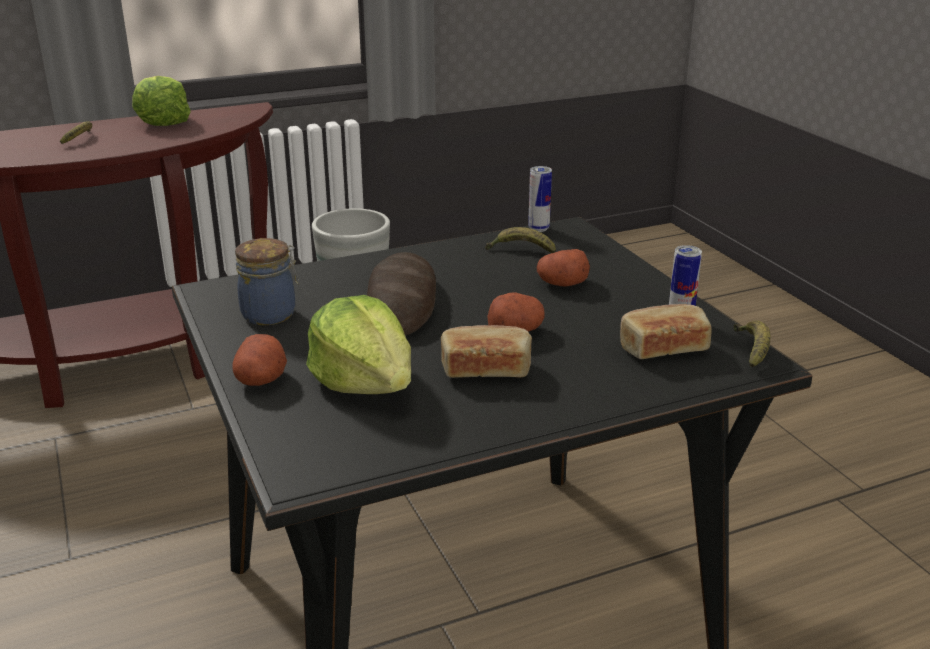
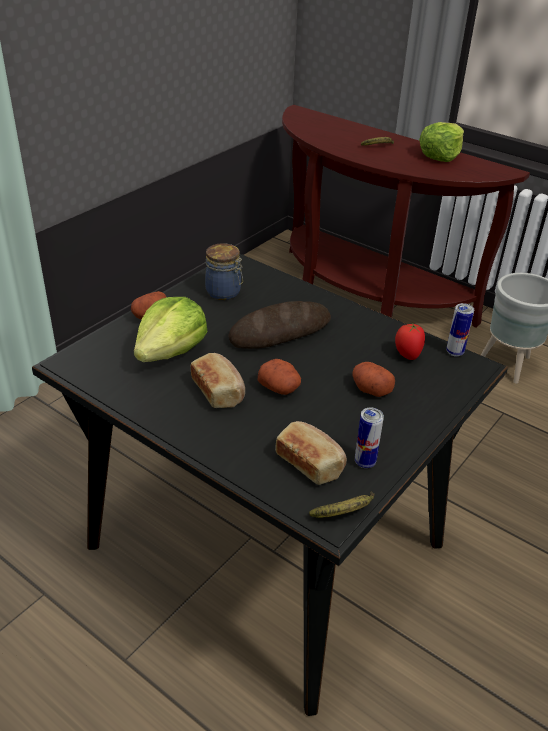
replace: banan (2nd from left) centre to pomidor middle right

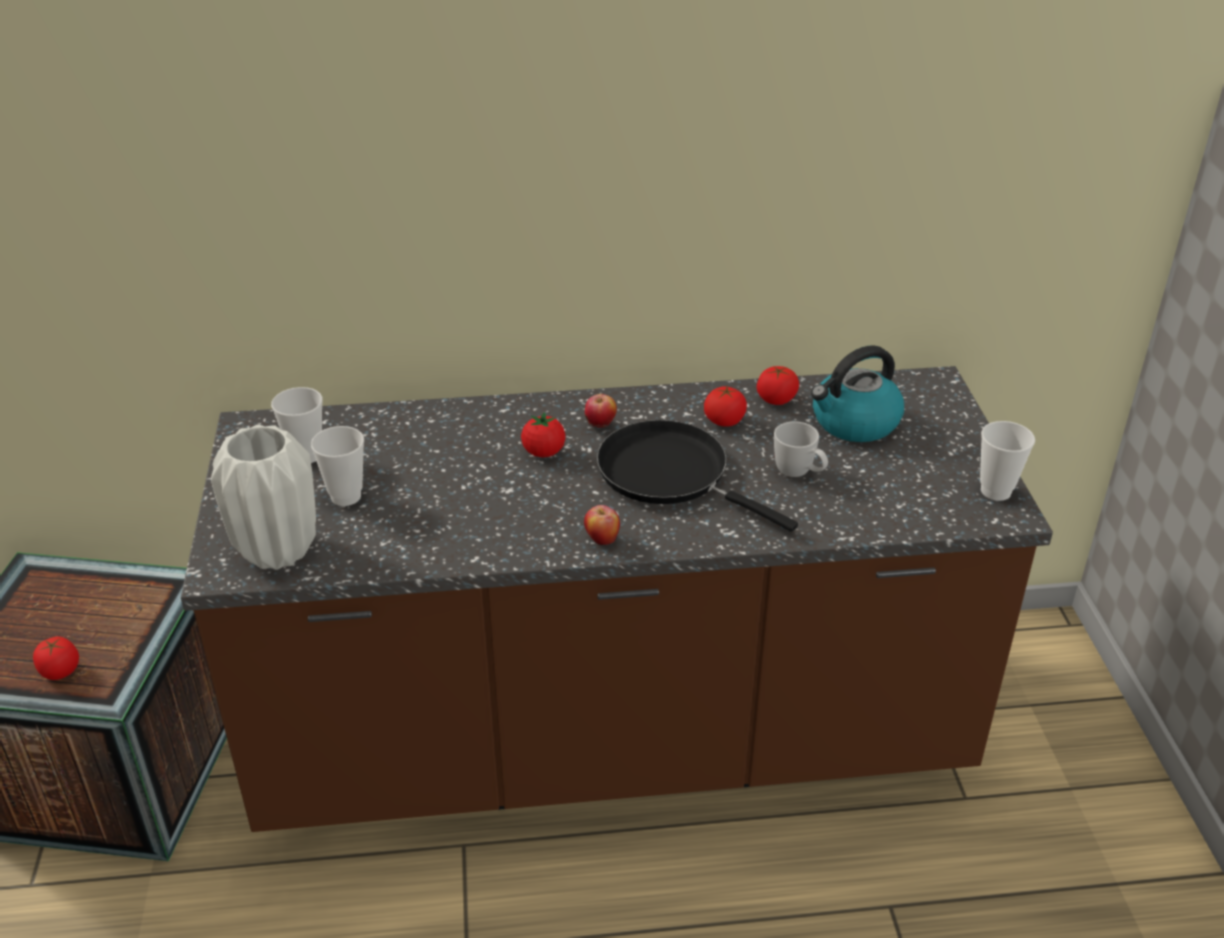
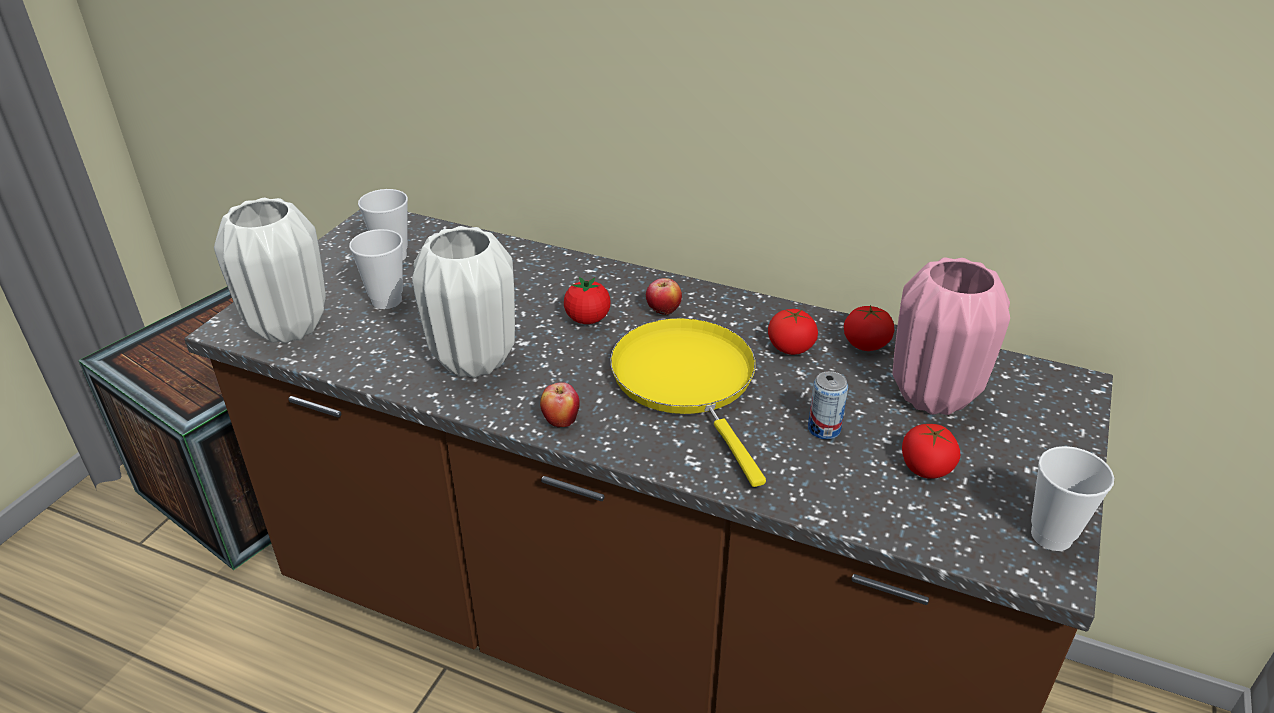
insert: wazon [biały] (2nd from left) centre
move: pomidor (1st from left in the first image) bottom left to pomidor (4th from left) middle right
replace: kubek [biały] centre to puszka centre; czajnik middle right to wazon [różowy] middle right
recolor: patelnia [czarny] centre to patelnia [żółty] centre

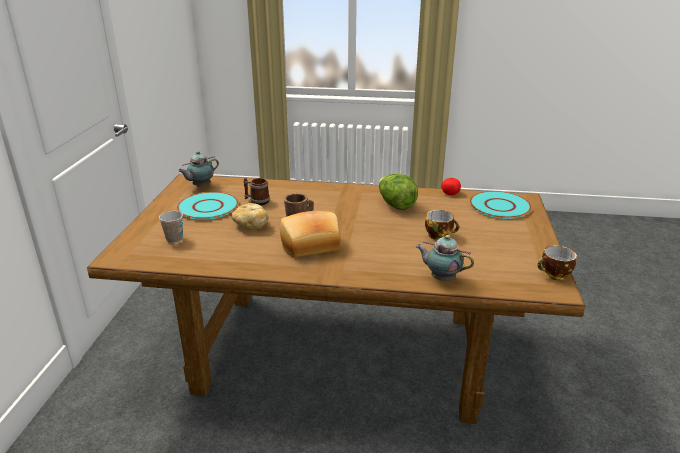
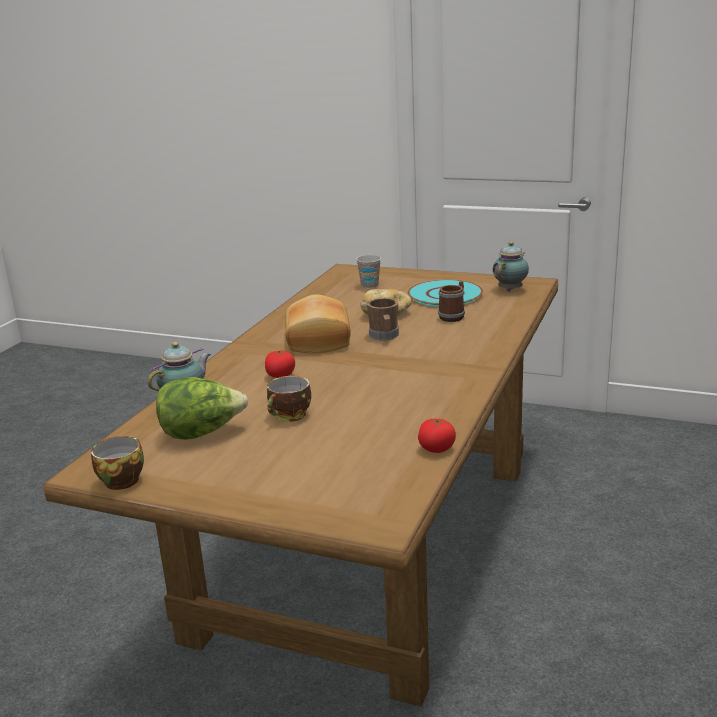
delete: talerz [turkusowy] (2nd from left) middle right
insert: pomidor (1st from left) centre
move: sałata centre to middle left
rotate: imbryk (1st from left in the first image) middle left = middle right 60 degrees clockwise

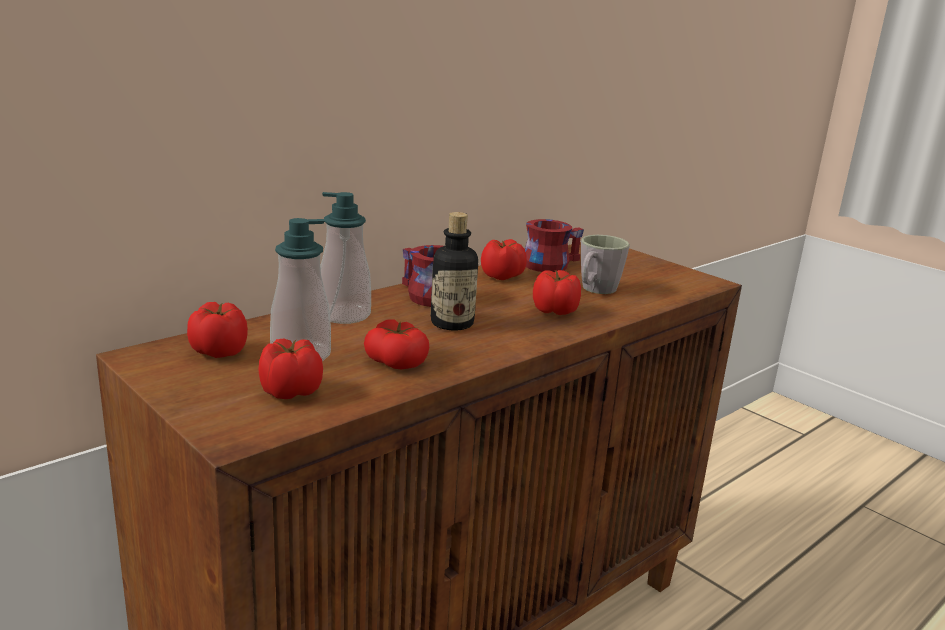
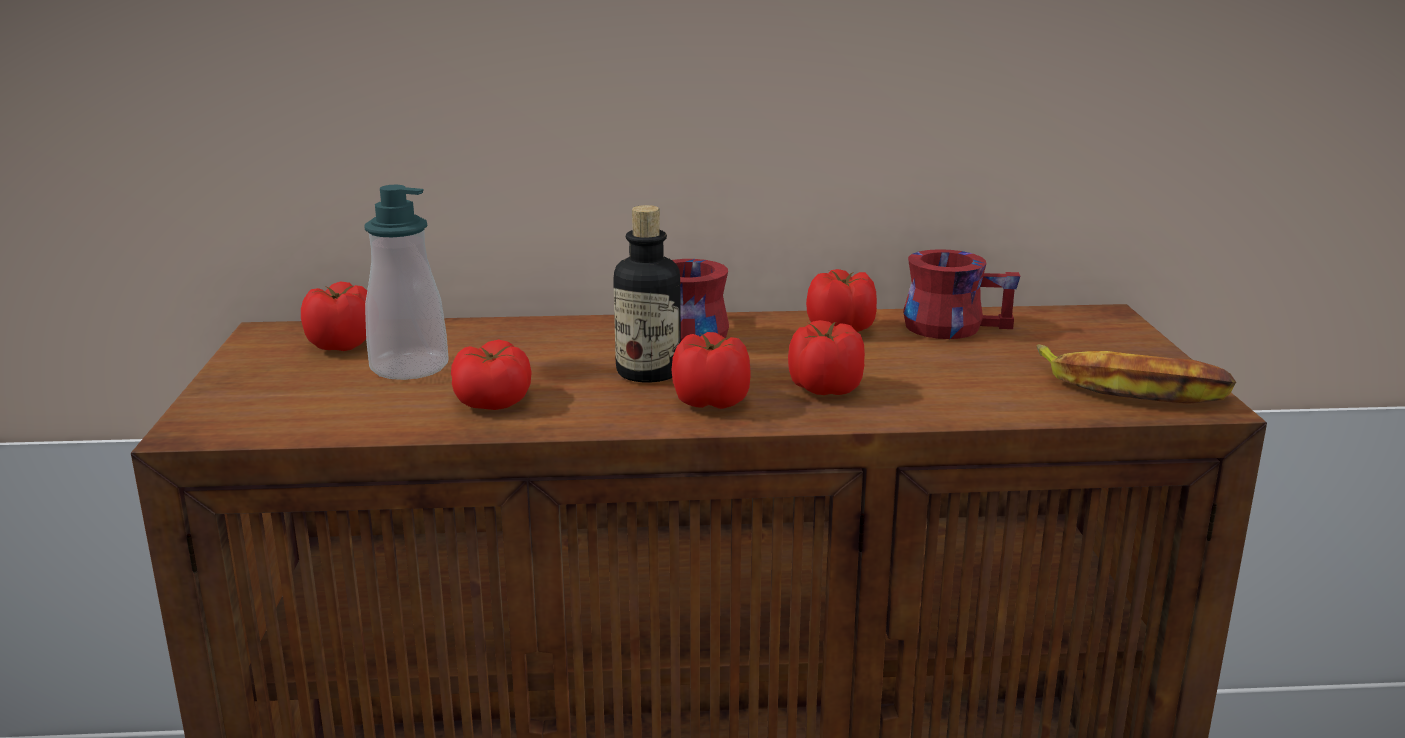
delete: dozownik mydła (2nd from left) centre; kubek [szary] centre
insert: banan middle right
move: pomidor (2nd from left in the first image) middle left to pomidor (3rd from left) centre

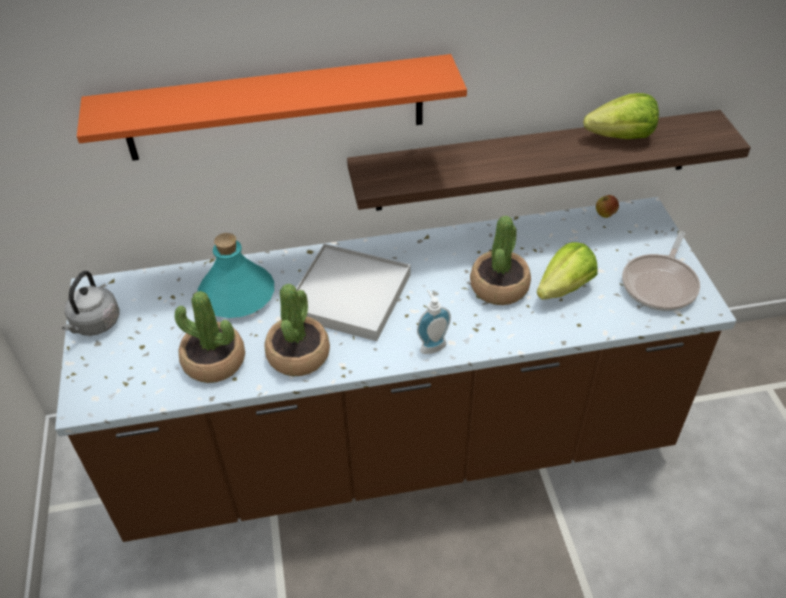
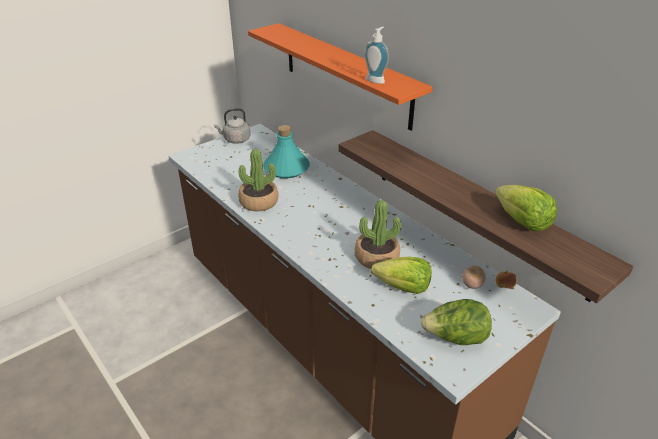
delete: roślina doniczkowa (1st from left) middle left; taca [biały] centre
insert: pomidor middle right
move: dozownik mydła centre to top centre
replace: patelnia middle right to sałata (2nd from left) bottom right

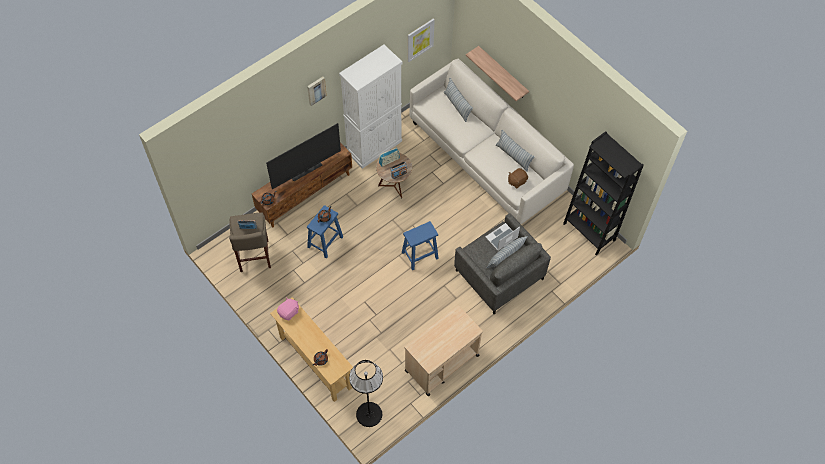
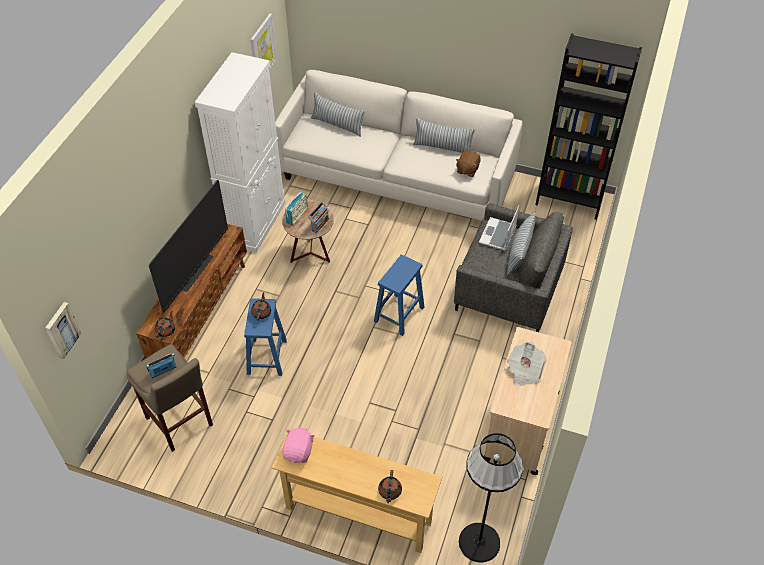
delete: półka top centre
insert: gazeta middle right
move: obraz (1st from left) top centre to middle left

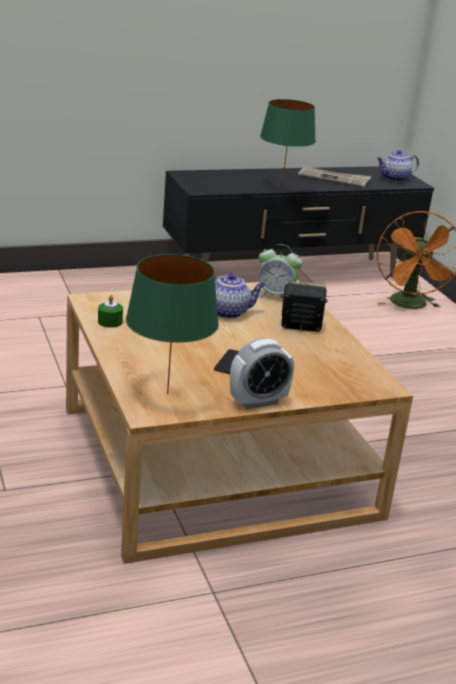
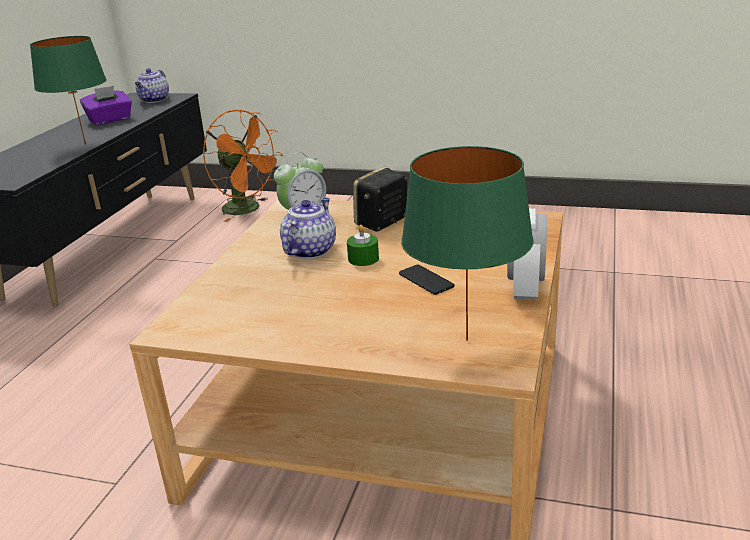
move: świeca [zielony] middle left to centre
replace: gazeta top right to pudełko chusteczek [fioletowy] top left

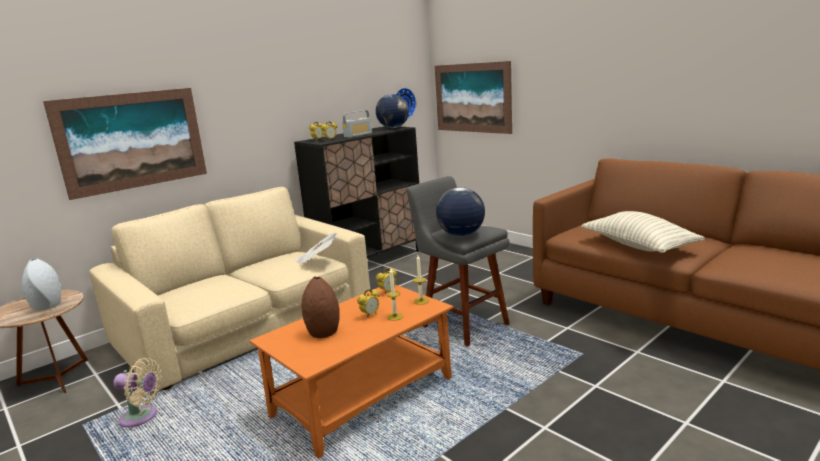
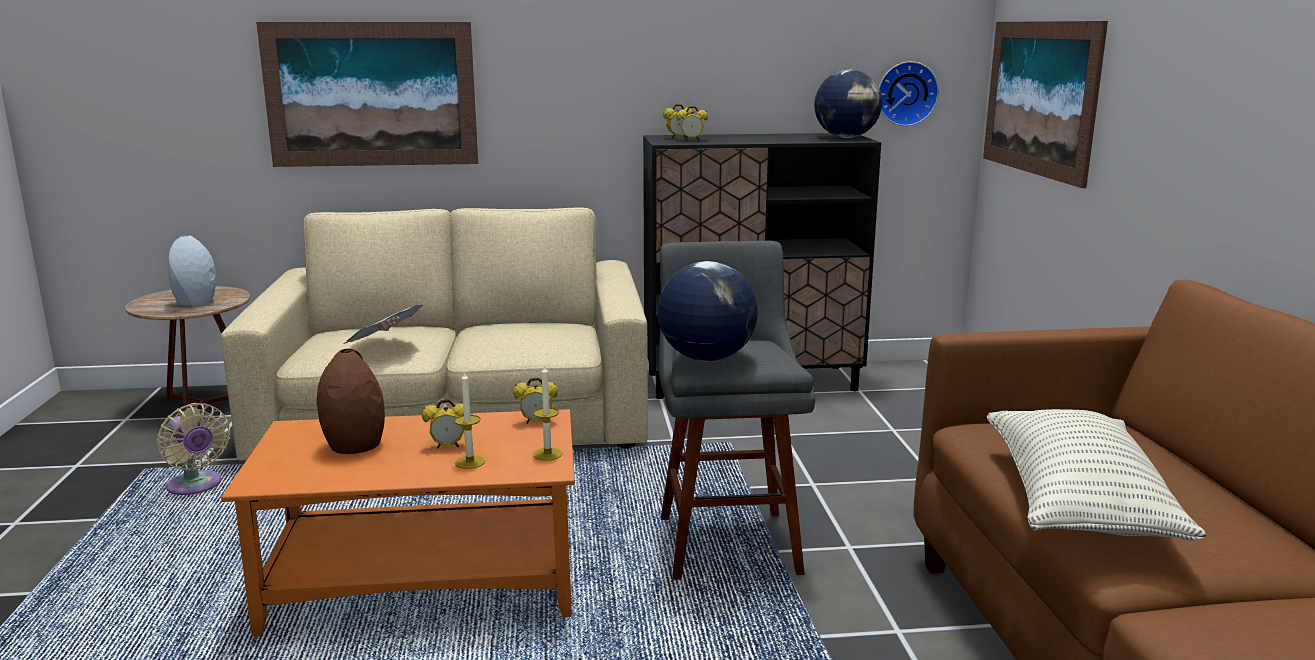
delete: radio top centre
move: gazeta centre to middle left

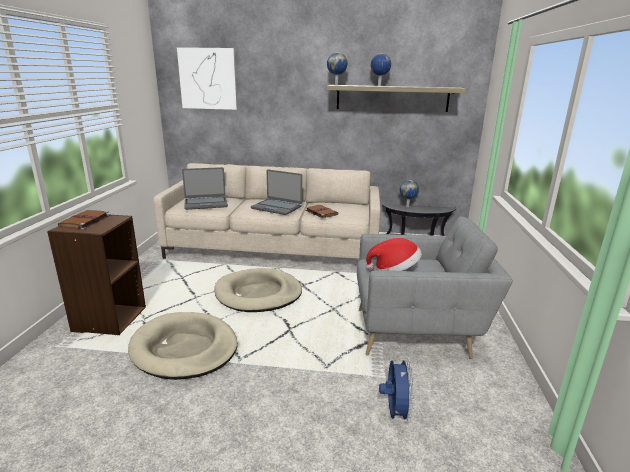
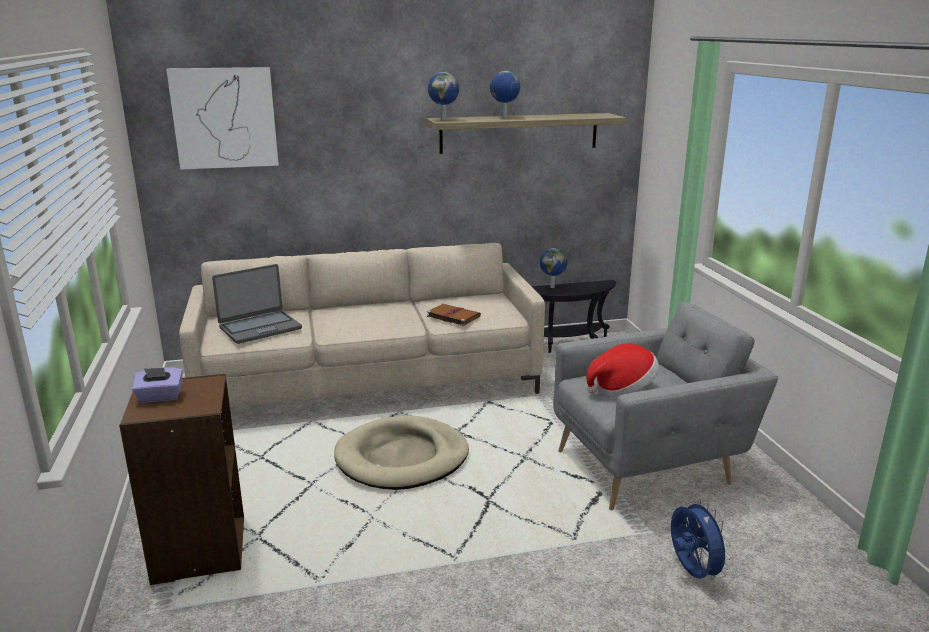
delete: legowisko [beżowy] (1st from left) bottom left; laptop (2nd from left) centre
replace: książka [brązowy] (1st from left) middle left to pudełko chusteczek [fioletowy] middle left

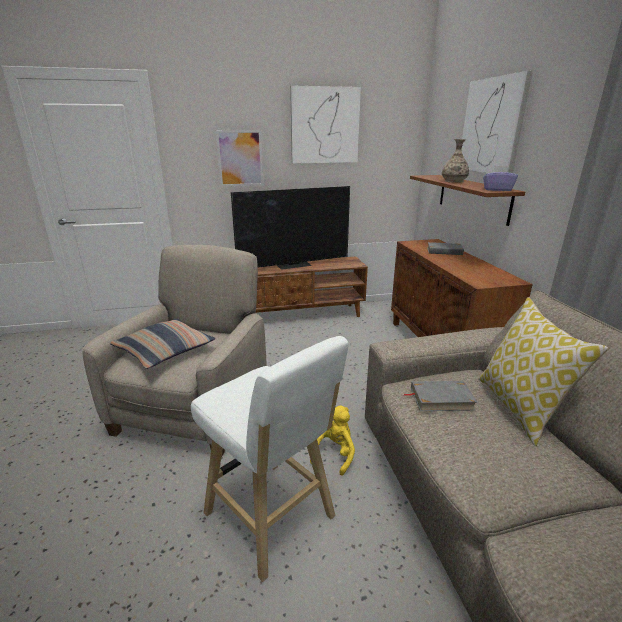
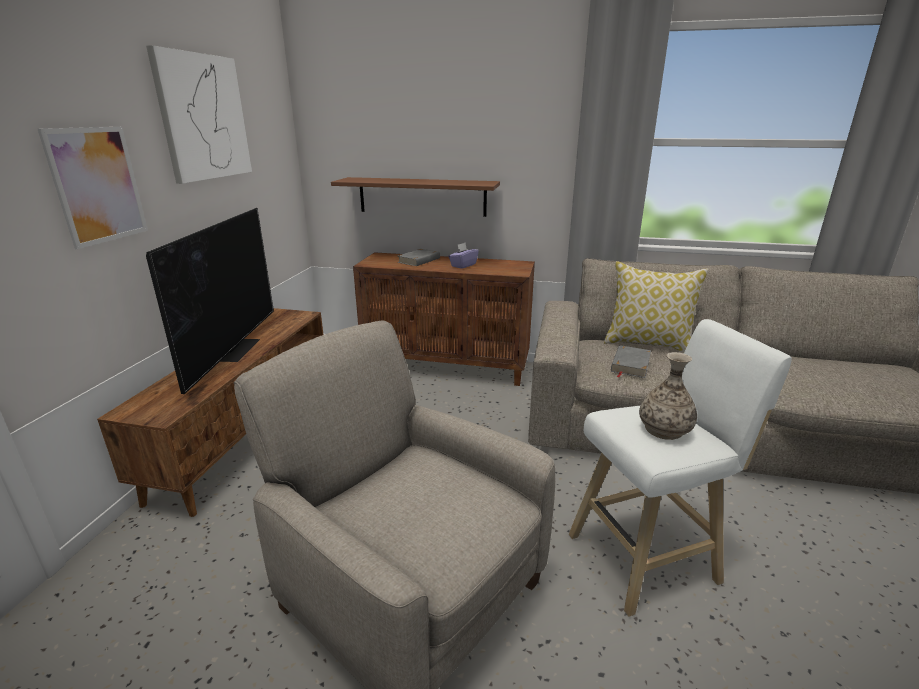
delete: poduszka (1st from left) middle left; pluszak [żółty] bottom centre; obraz (3rd from left) top right
move: wazon top right to middle right; pudełko chusteczek [fioletowy] top right to centre

